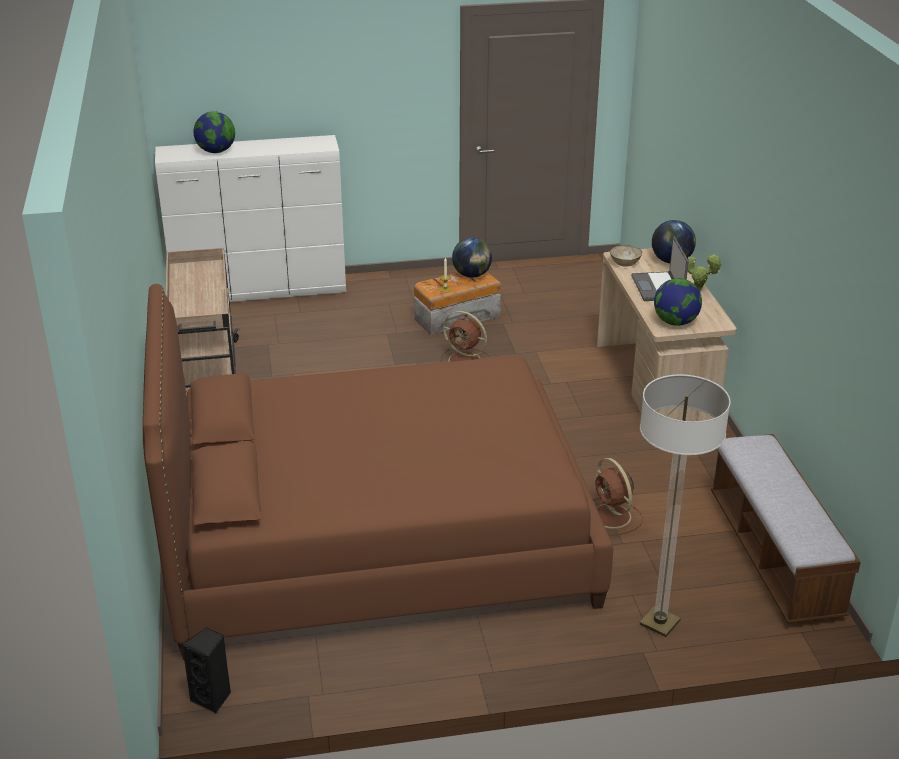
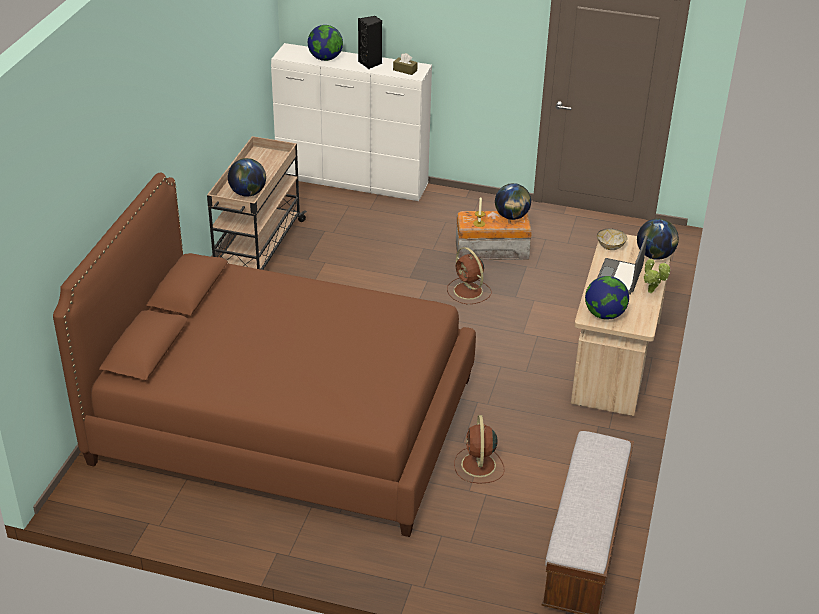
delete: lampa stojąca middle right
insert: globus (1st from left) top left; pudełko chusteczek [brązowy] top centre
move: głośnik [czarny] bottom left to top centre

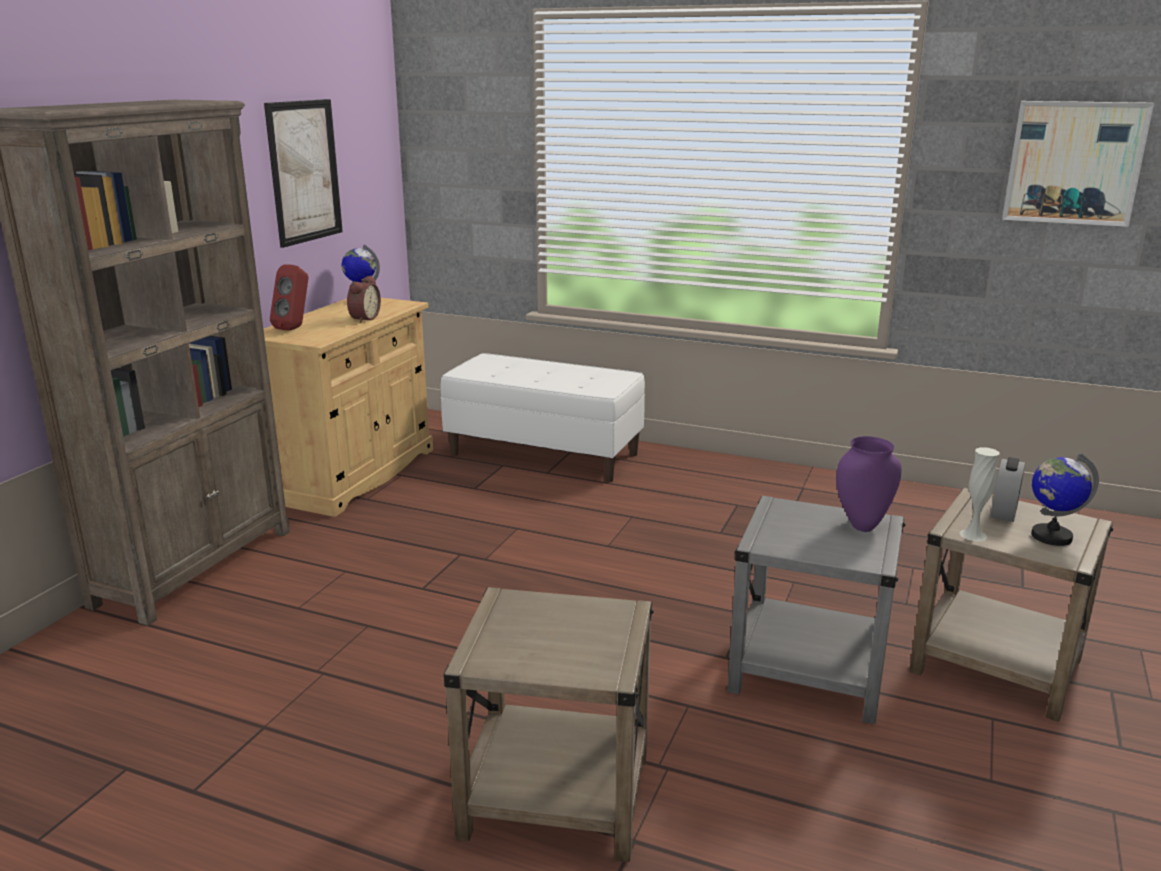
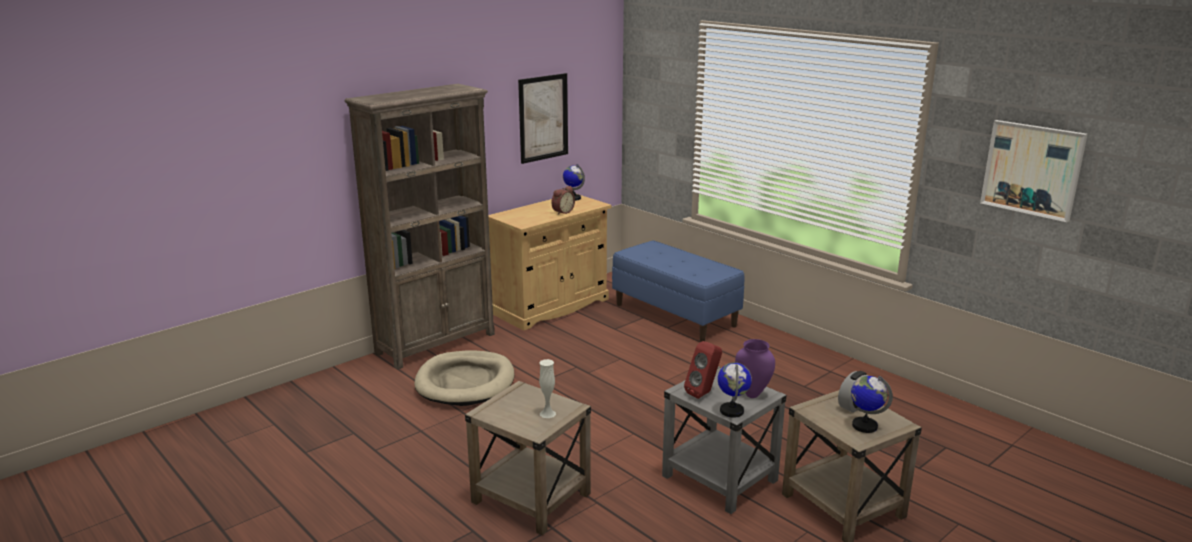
insert: legowisko [beżowy] bottom centre; globus (2nd from left) bottom centre
move: głośnik [czerwony] middle left to bottom centre; wazon [biały] middle right to bottom centre
recolor: ławka [biały] centre to ławka [niebieski] centre

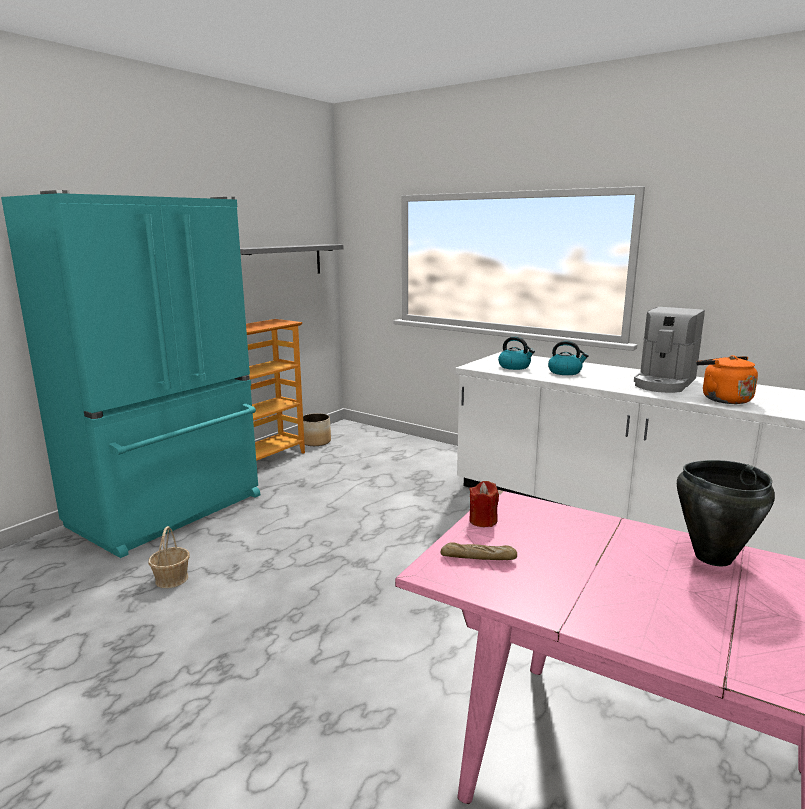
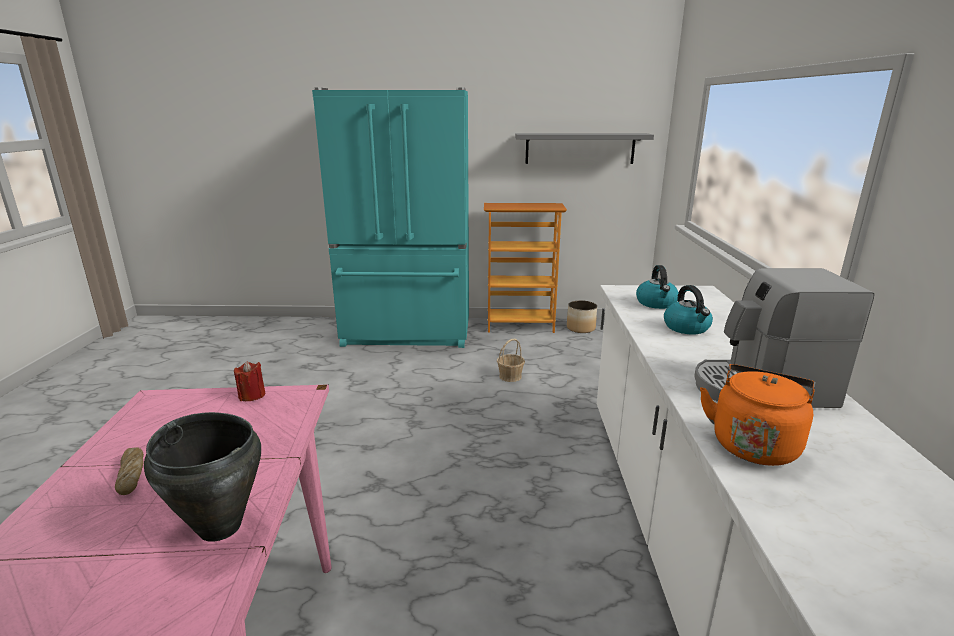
move: koszyk bottom left to centre; chleb bottom centre to bottom left

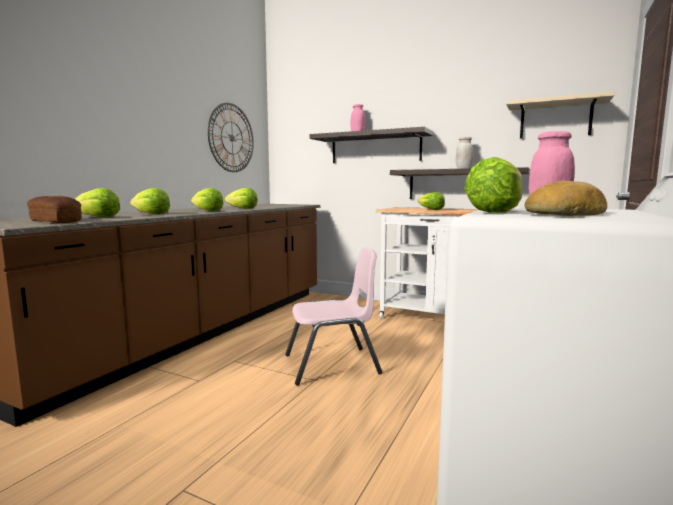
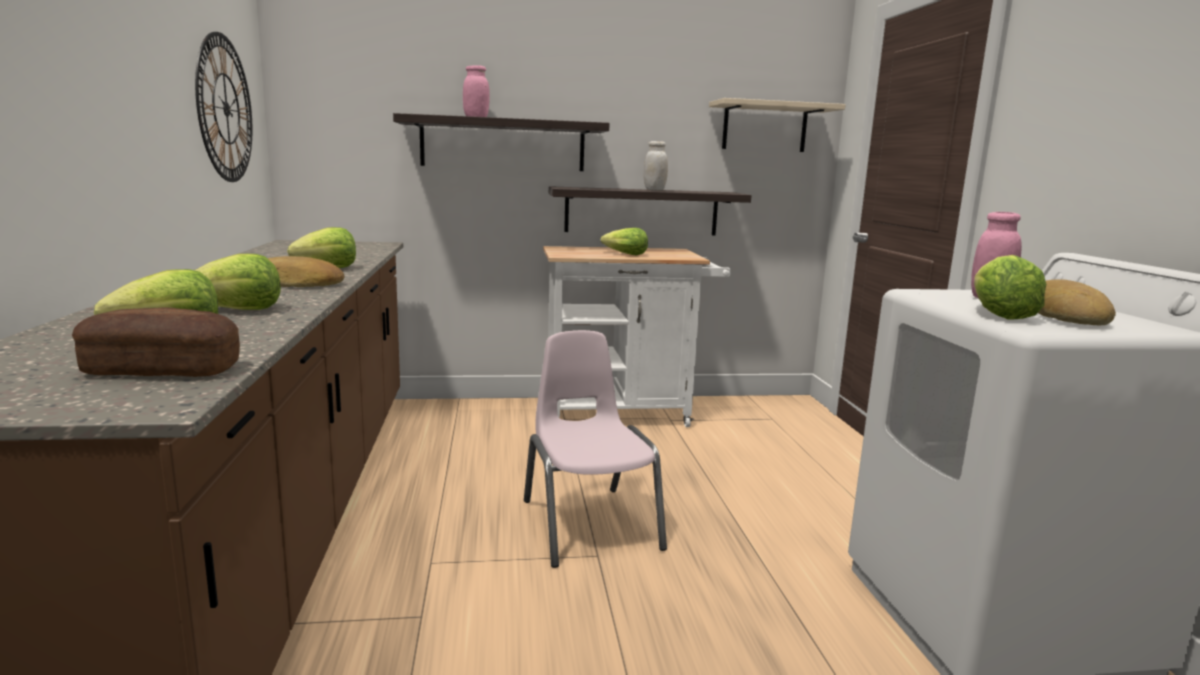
replace: sałata (3rd from left) middle left to chleb (2nd from left) middle left
rotate: krzesło [różowy] centre = centre 60 degrees counterclockwise

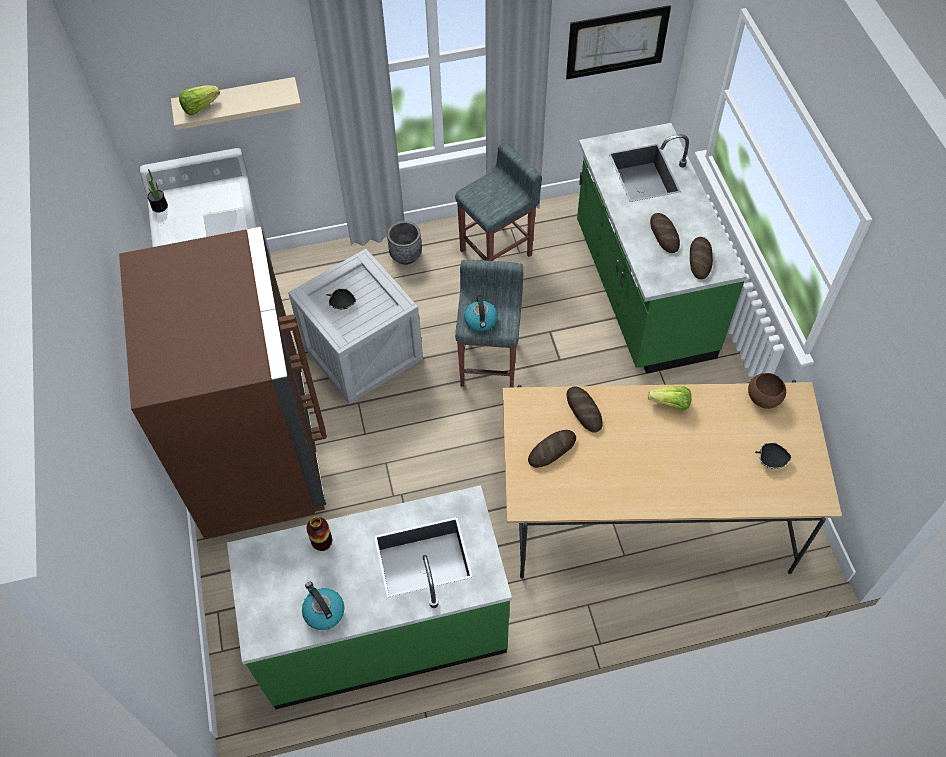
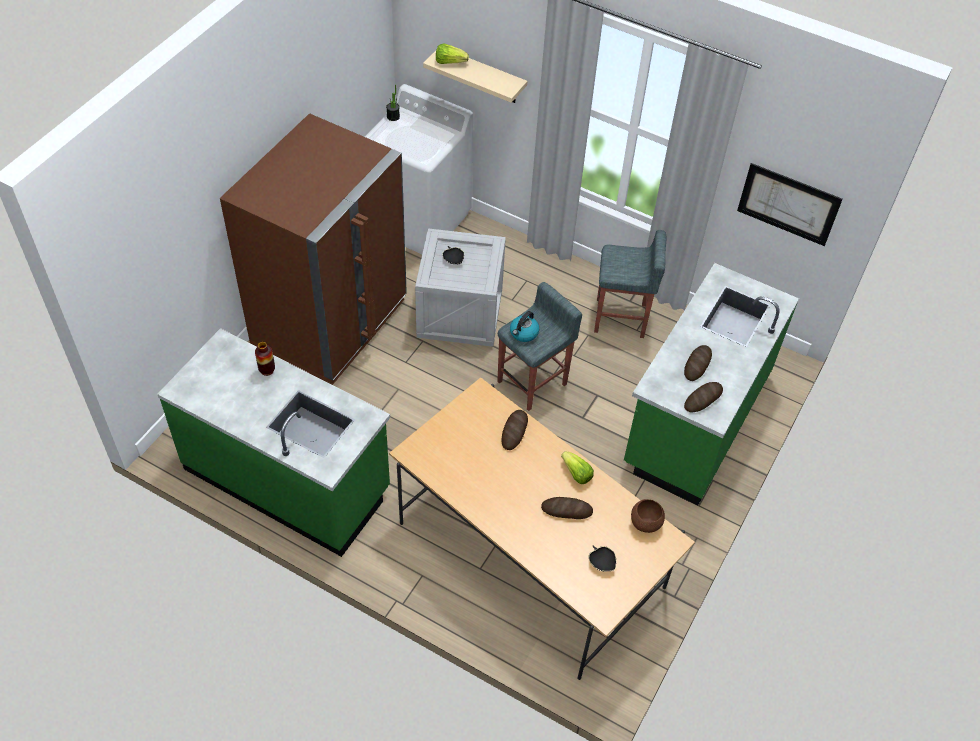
delete: czajnik (1st from left) bottom centre; donica [szary] top centre
move: chleb (1st from left in the first image) centre to chleb (2nd from left) bottom centre

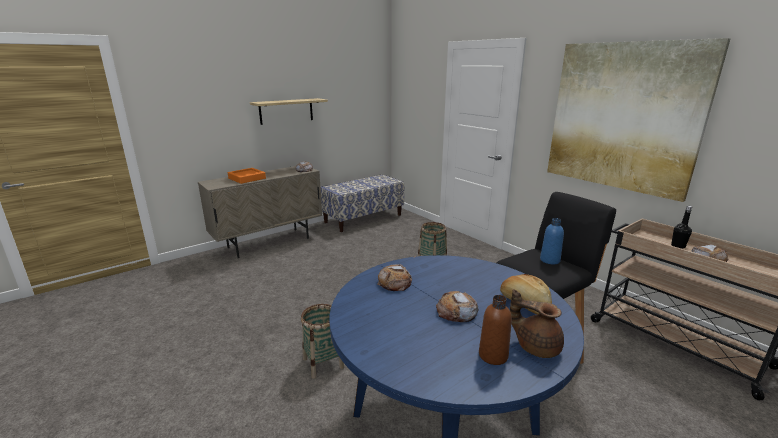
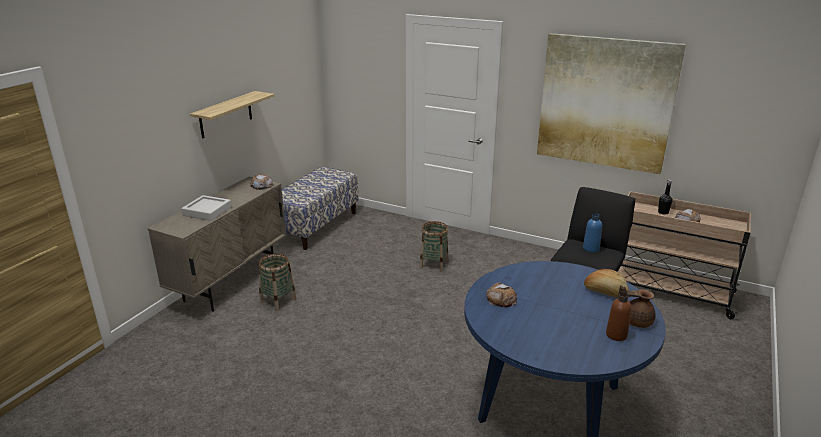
delete: chleb (3rd from left) bottom centre
move: koszyk (1st from left) bottom centre to centre
recolor: taca [pomarańczowy] middle left to taca [szary] middle left

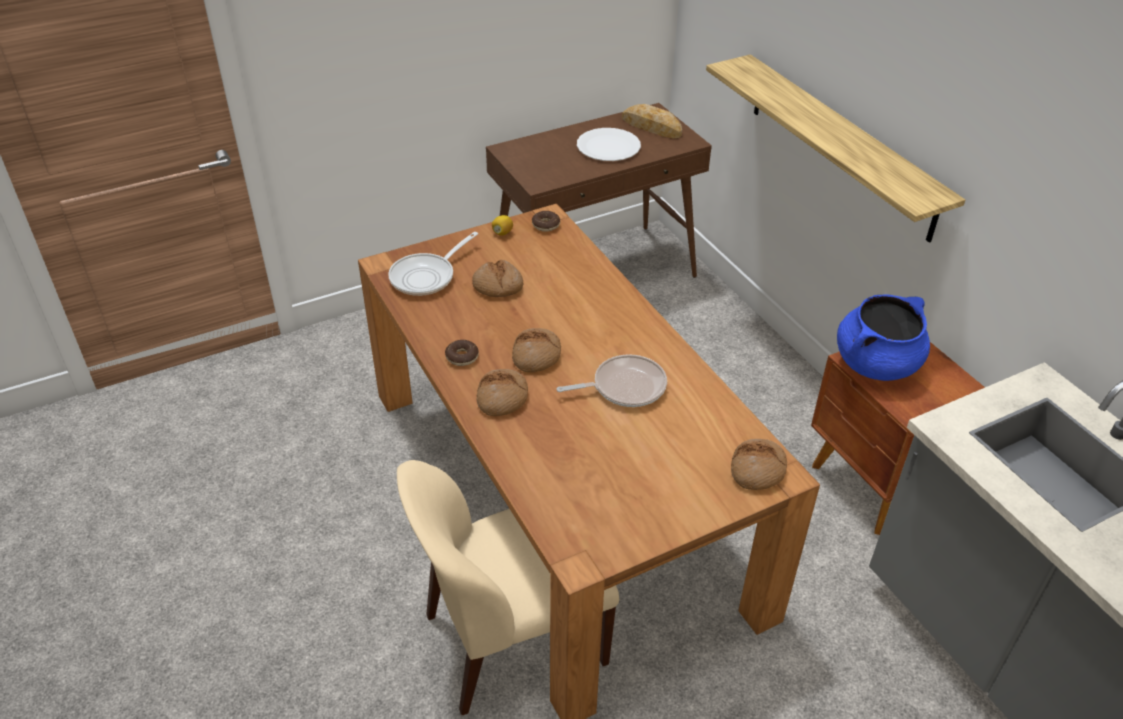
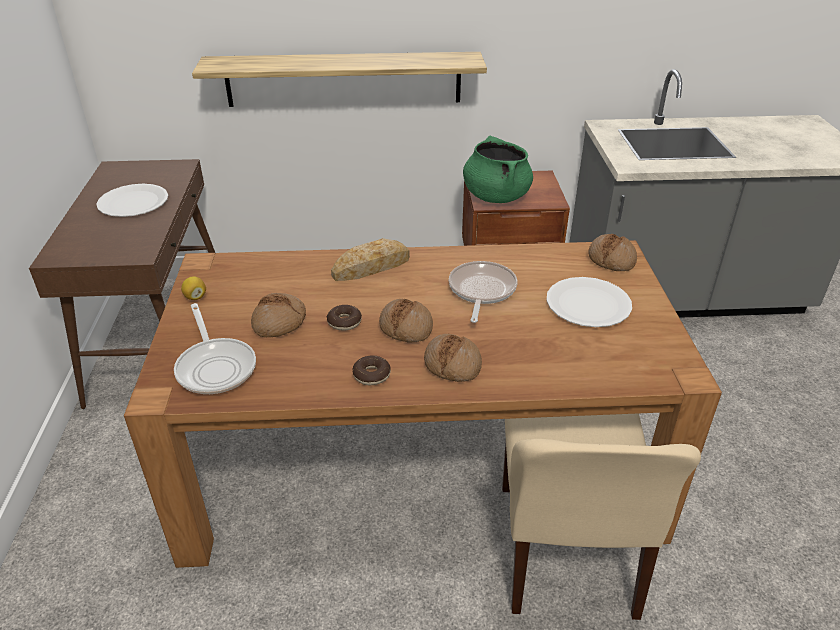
insert: talerz [biały] (2nd from left) middle right
move: donut (2nd from left in the first image) top centre to donut (1st from left) centre; chleb (4th from left in the first image) top centre to chleb (2nd from left) centre
recolor: garnek [niebieski] middle right to garnek [zielony] top centre

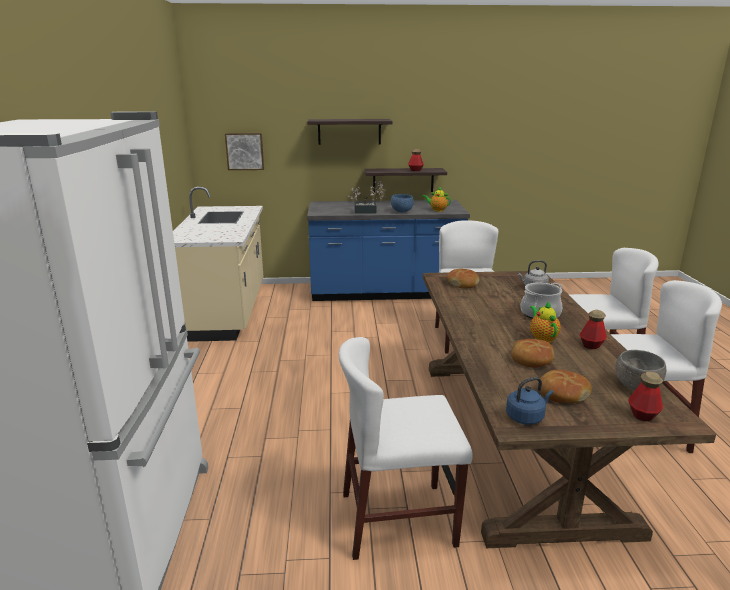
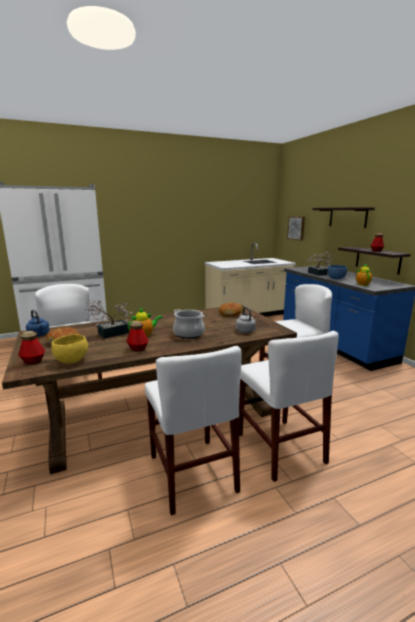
replace: chleb (2nd from left) middle right to roślina doniczkowa (1st from left) middle left
recolor: miska [szary] middle right to miska [żółty] middle left

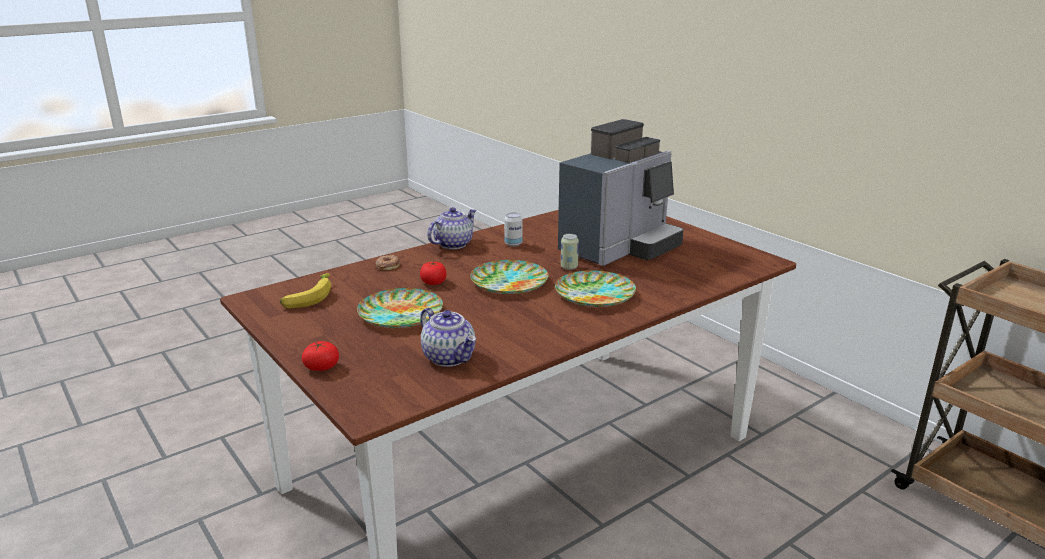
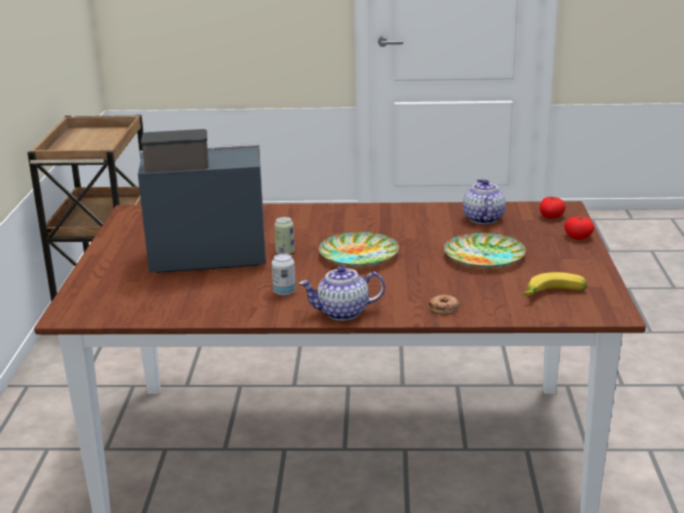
delete: talerz (3rd from left) centre
move: pomidor (2nd from left in the first image) centre to pomidor (1st from left) middle right

